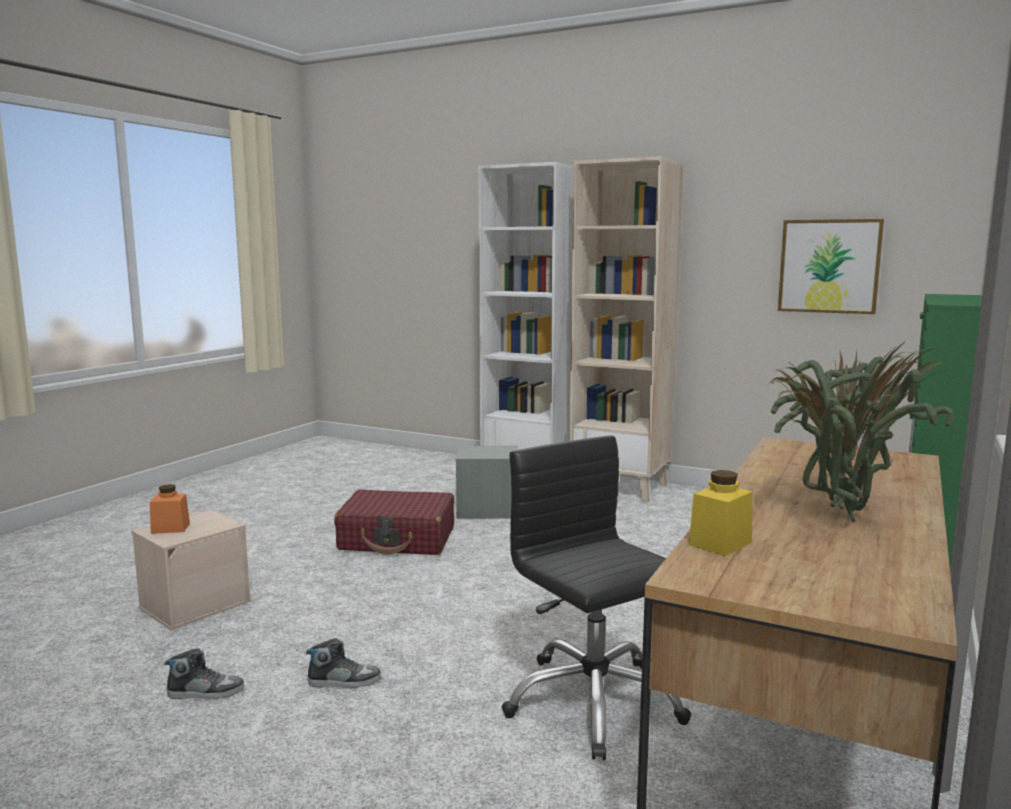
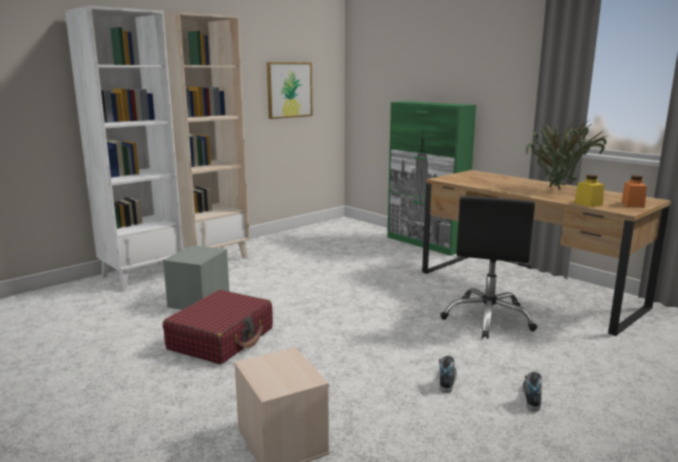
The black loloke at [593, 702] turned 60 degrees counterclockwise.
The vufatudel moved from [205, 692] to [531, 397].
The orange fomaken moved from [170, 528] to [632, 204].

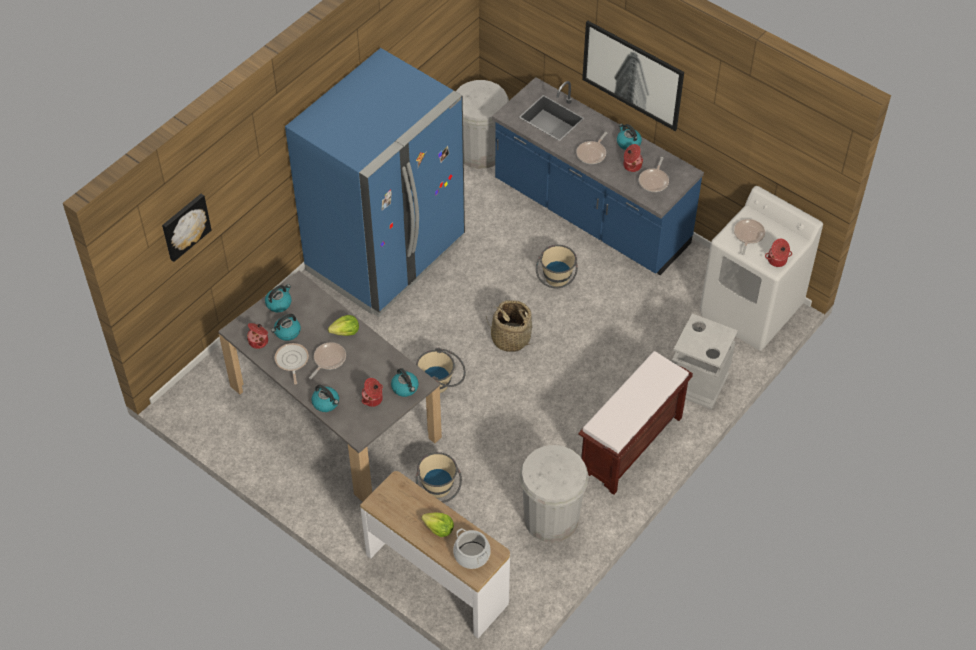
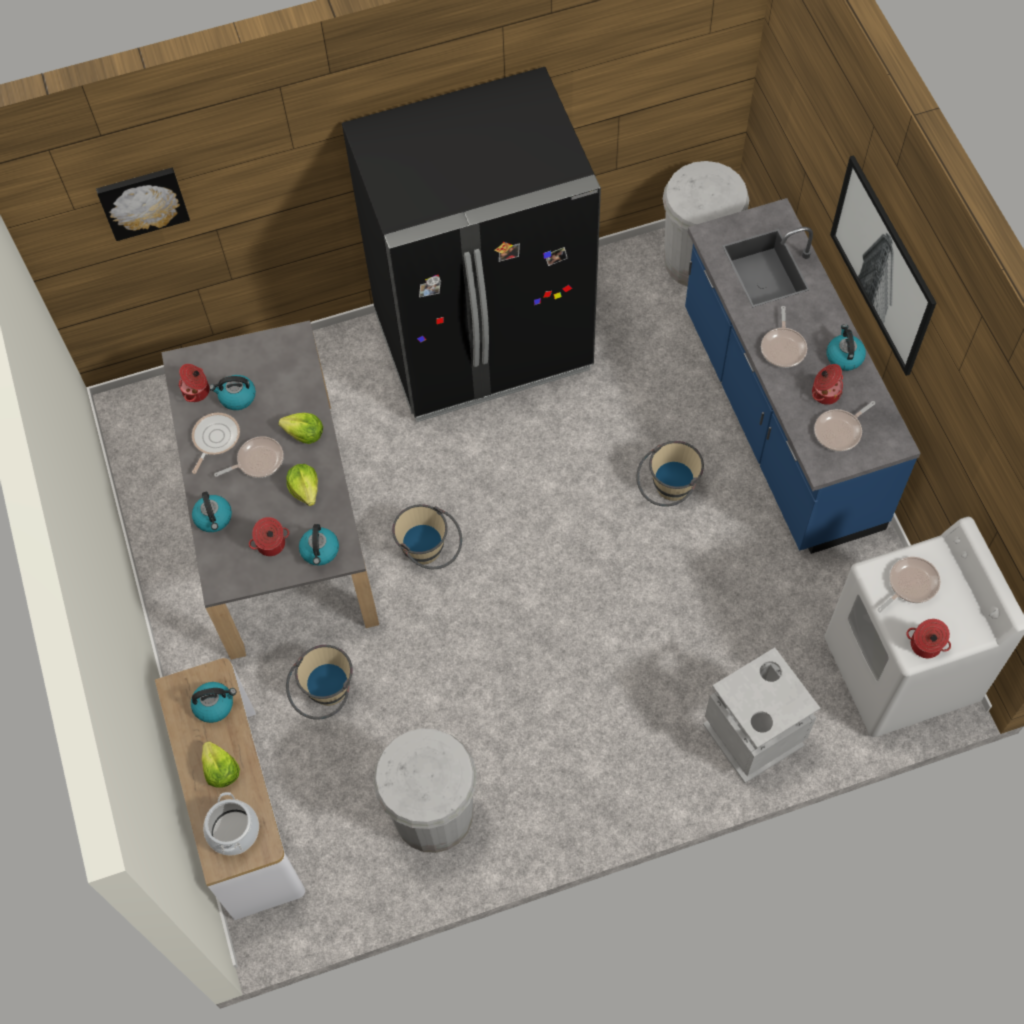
The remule moved from [279, 303] to [214, 705].
The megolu at [305, 489] appeared.
The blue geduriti at [386, 255] became the black geduriti at [483, 344].
The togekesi at [592, 153] turned 60 degrees counterclockwise.
The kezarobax at [510, 338] disappeared.
The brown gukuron at [631, 445] disappeared.

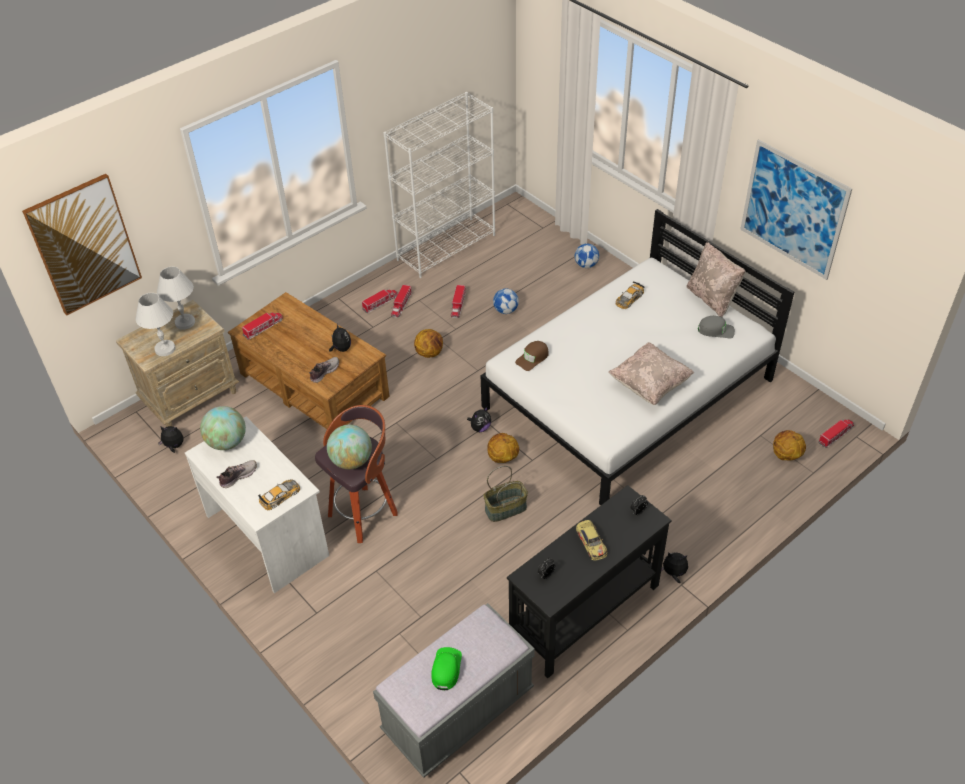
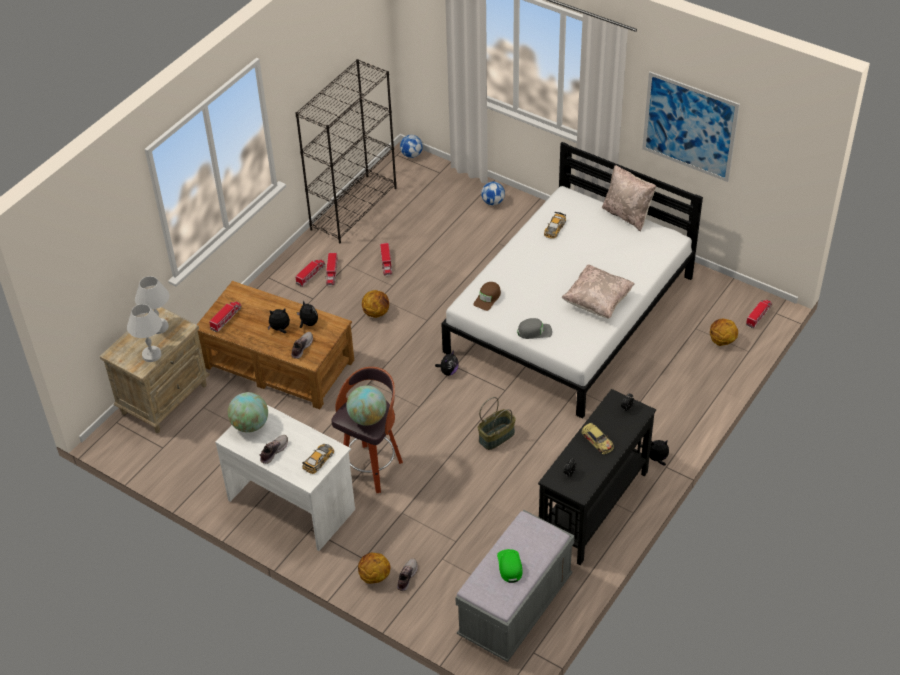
The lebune moved from [174, 446] to [280, 329].
The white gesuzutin at [446, 247] became the black gesuzutin at [354, 208].
The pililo moved from [502, 458] to [374, 577].
The vufatudel at [406, 577] appeared.
The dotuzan moved from [505, 310] to [411, 154].
The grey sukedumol moved from [716, 330] to [534, 331].
The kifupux at [84, 245] disappeared.

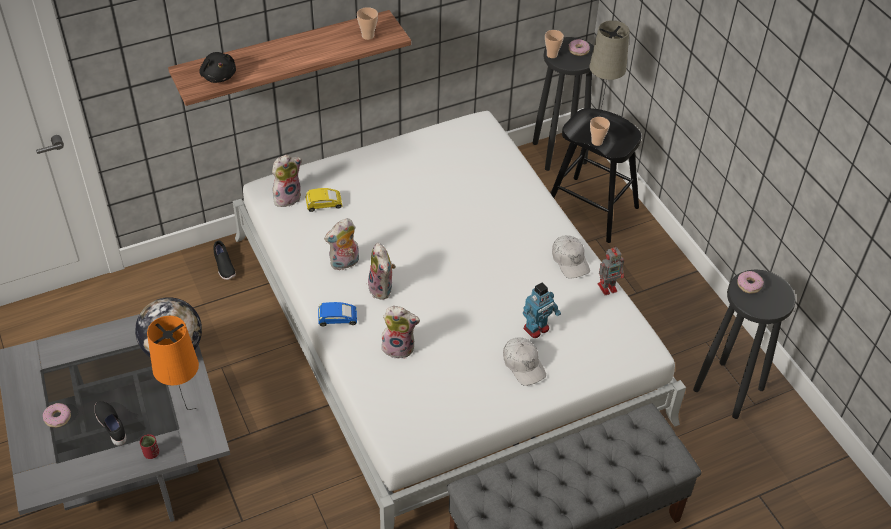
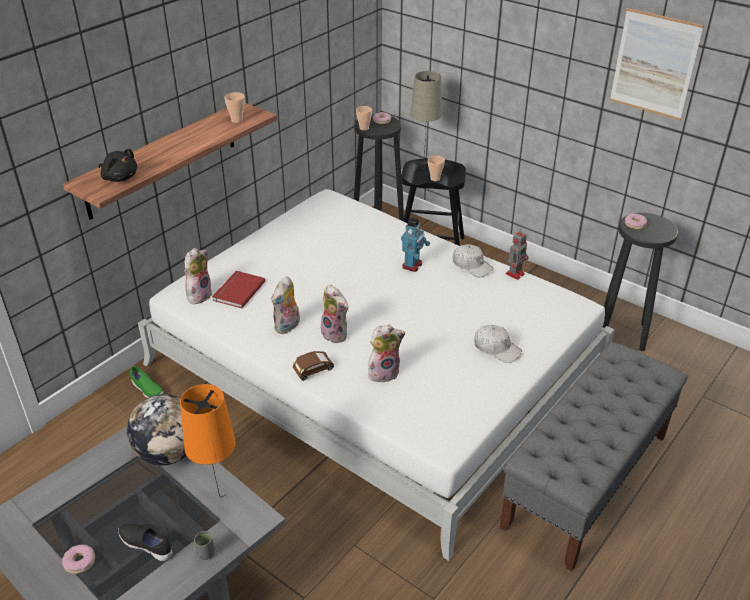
The black vufatudel at [224, 267] became the green vufatudel at [147, 390].
The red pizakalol at [151, 453] became the grey pizakalol at [206, 553].
The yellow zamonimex at [324, 205] was replaced by the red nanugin at [237, 291].
The blue zamonimex at [337, 320] became the brown zamonimex at [314, 371].
The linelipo moved from [536, 329] to [412, 265].
The kifupux at [654, 64] appeared.

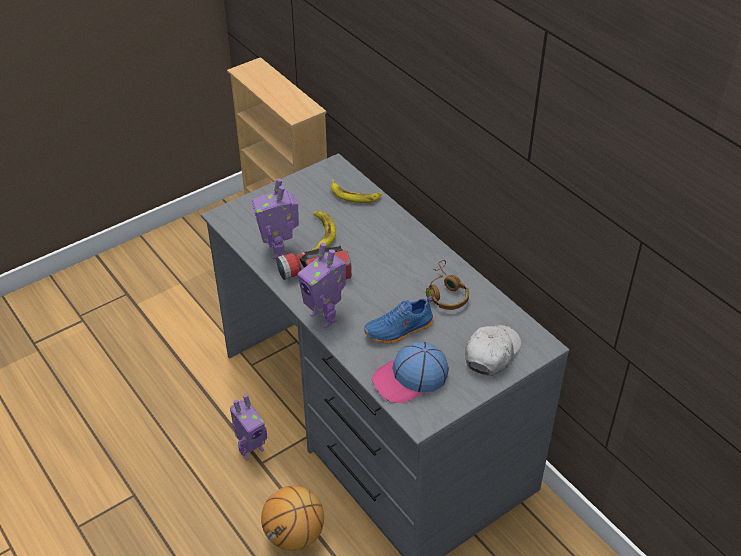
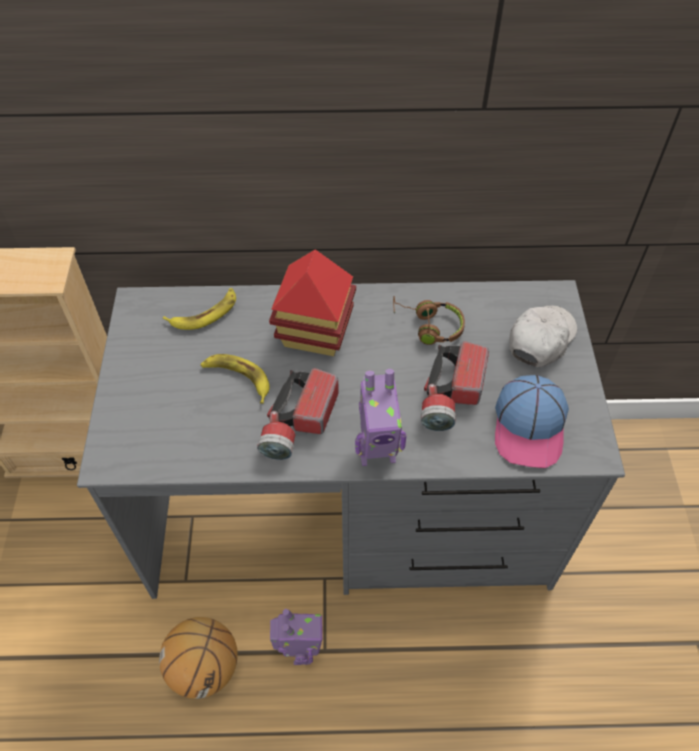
The pililo moved from [294, 535] to [205, 667].
The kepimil at [314, 334] appeared.
The blue vufatudel at [399, 330] was replaced by the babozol at [451, 395].
The white sukedumol at [491, 353] turned 60 degrees clockwise.
The linelipo at [279, 250] disappeared.

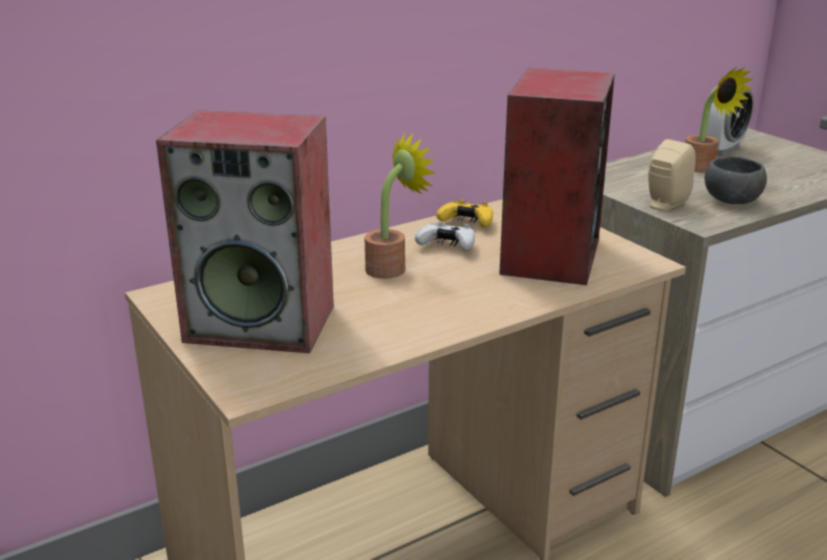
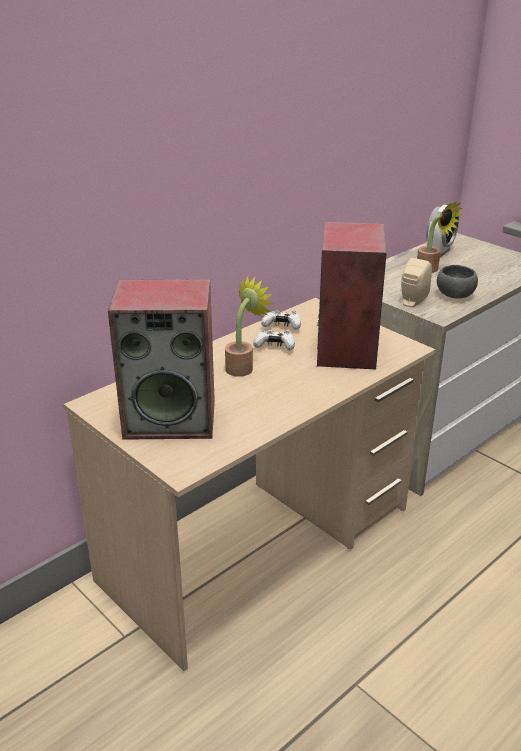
The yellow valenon at [467, 223] became the white valenon at [282, 326].

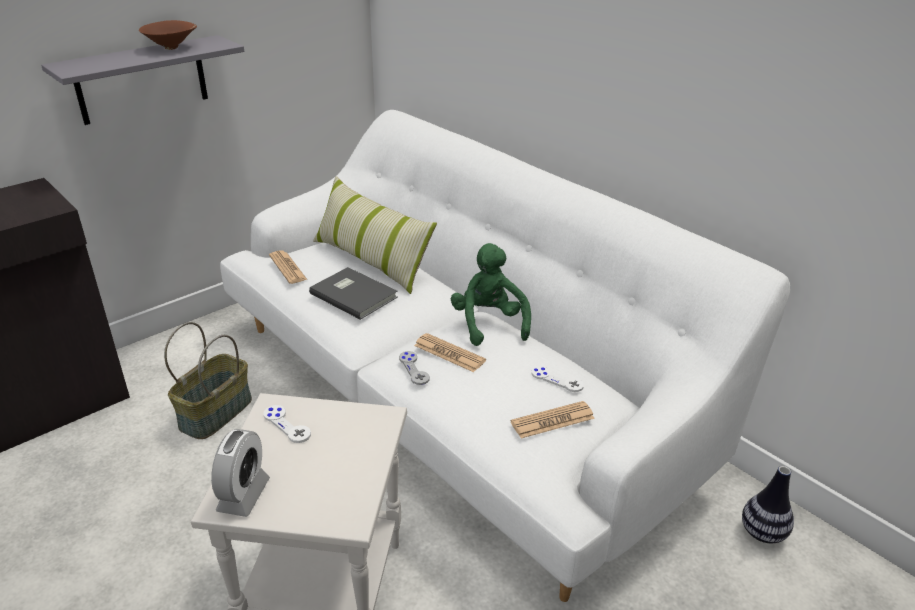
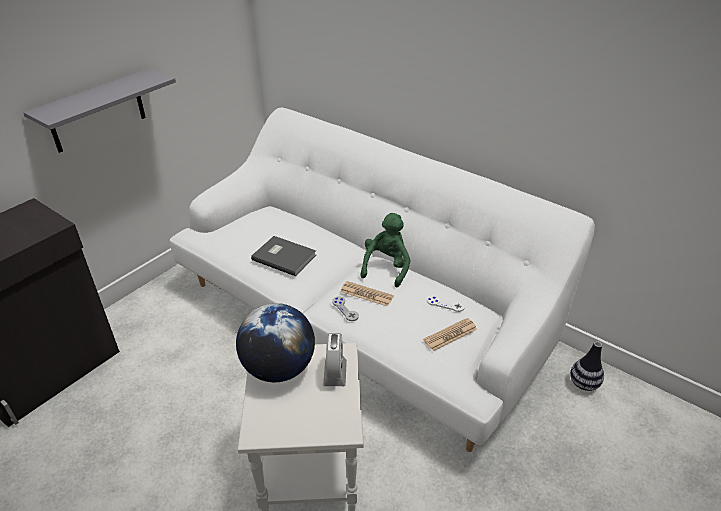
The white valenon at [287, 425] was replaced by the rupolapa at [279, 368].
The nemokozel moved from [243, 495] to [335, 373].
The green lebune at [489, 323] turned 45 degrees clockwise.
The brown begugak at [172, 48] disappeared.
The kezarobax at [215, 412] disappeared.
The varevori at [287, 268] disappeared.
The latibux at [371, 260] disappeared.

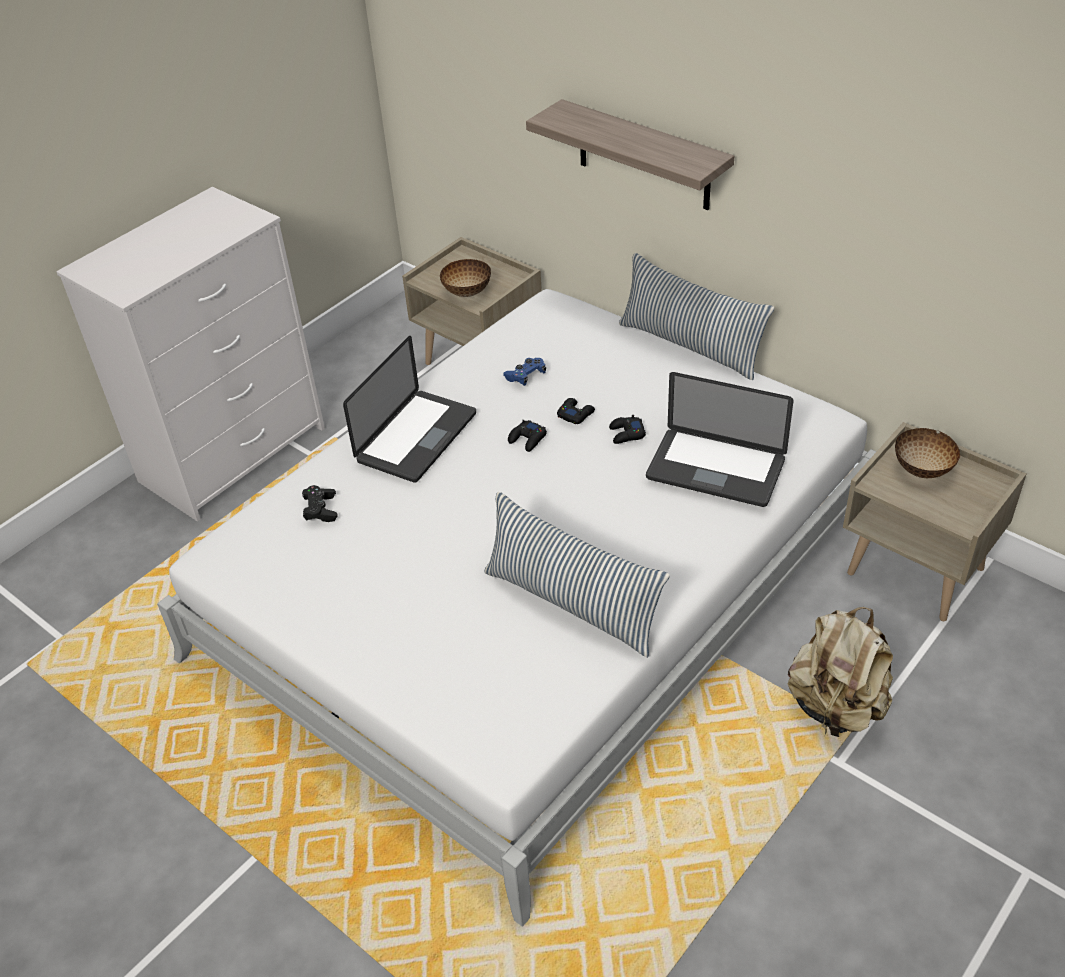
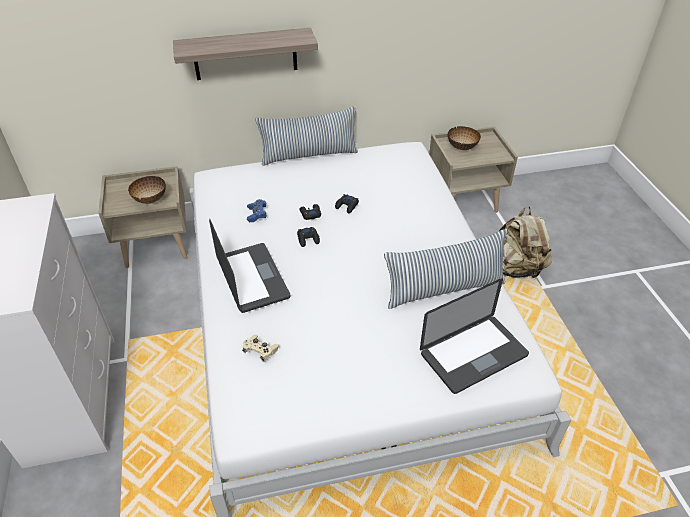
The black valenon at [321, 510] became the beige valenon at [260, 351].
The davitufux moved from [715, 469] to [473, 354].

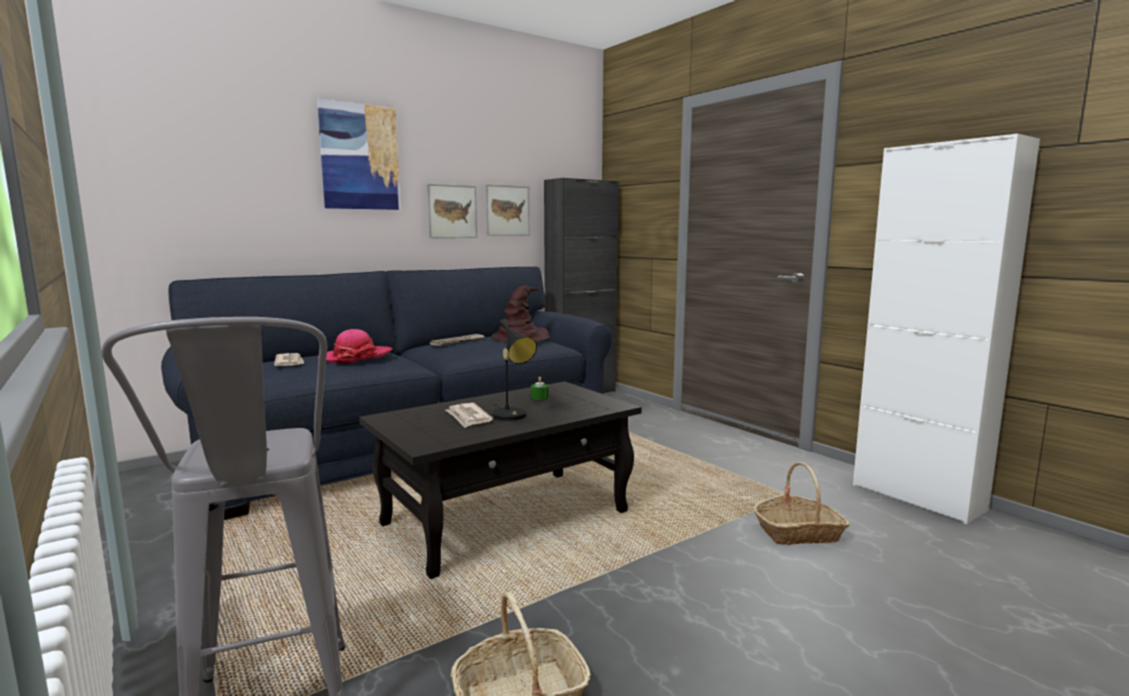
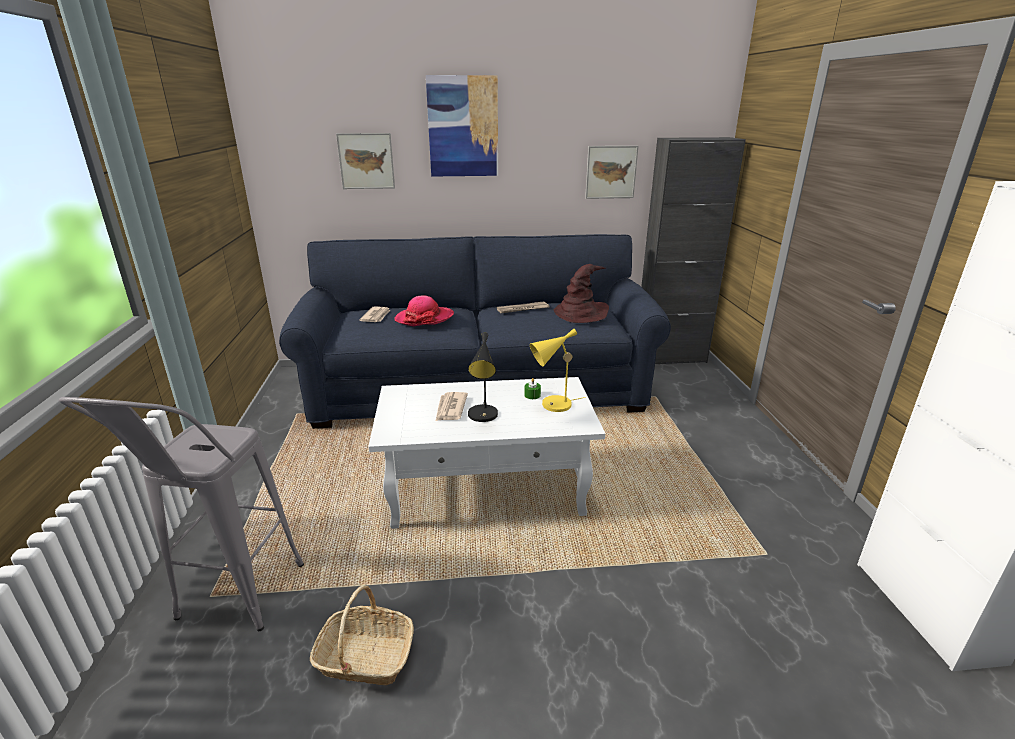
The kifupux moved from [452, 211] to [366, 161].
The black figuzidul at [507, 517] became the white figuzidul at [488, 488].
The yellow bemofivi at [553, 406] appeared.
The kezarobax at [799, 533] disappeared.

